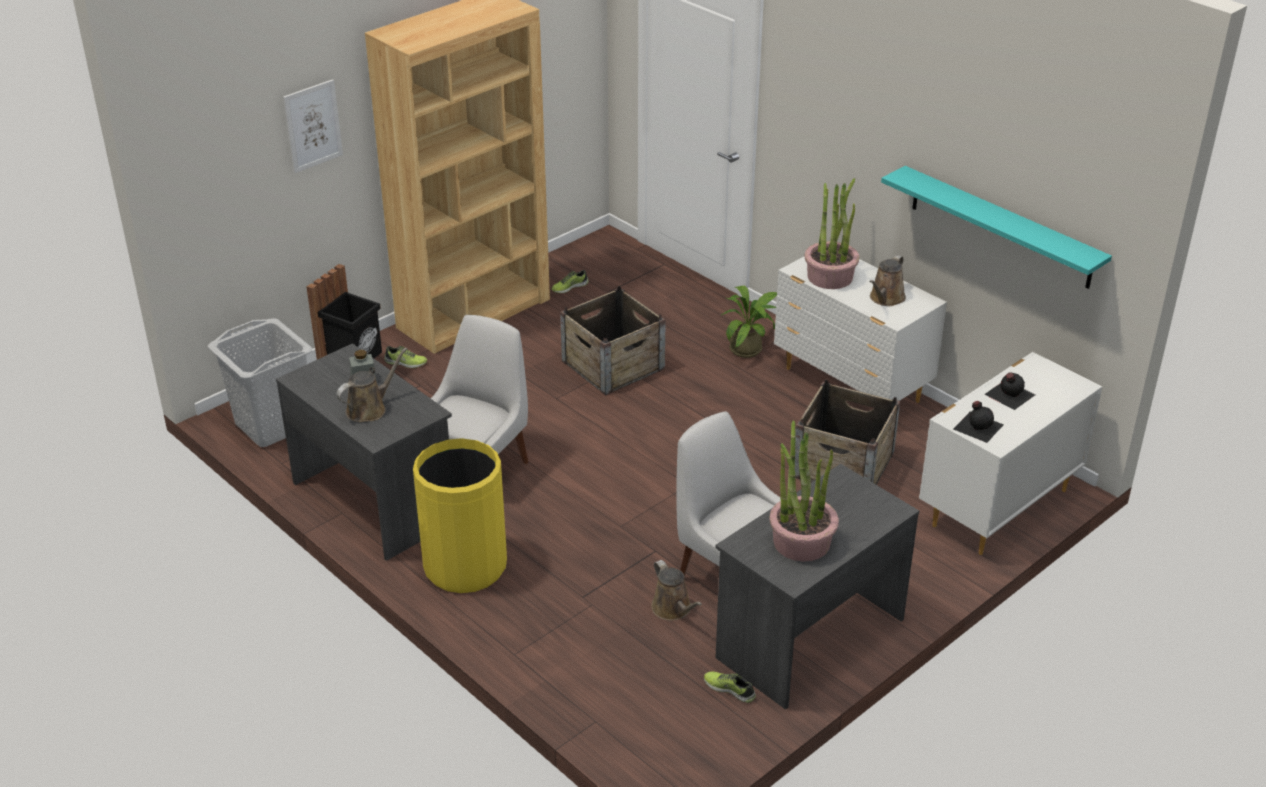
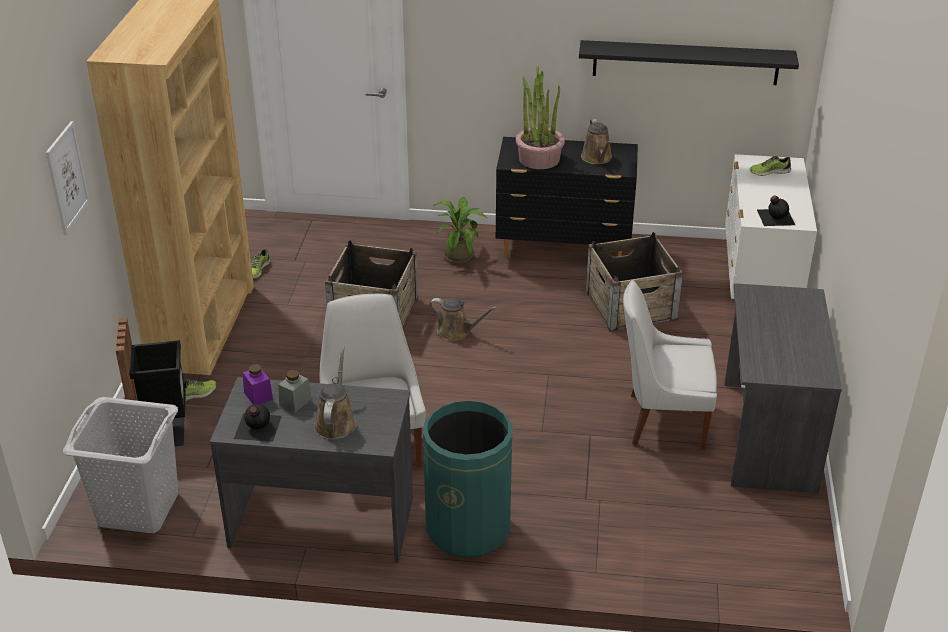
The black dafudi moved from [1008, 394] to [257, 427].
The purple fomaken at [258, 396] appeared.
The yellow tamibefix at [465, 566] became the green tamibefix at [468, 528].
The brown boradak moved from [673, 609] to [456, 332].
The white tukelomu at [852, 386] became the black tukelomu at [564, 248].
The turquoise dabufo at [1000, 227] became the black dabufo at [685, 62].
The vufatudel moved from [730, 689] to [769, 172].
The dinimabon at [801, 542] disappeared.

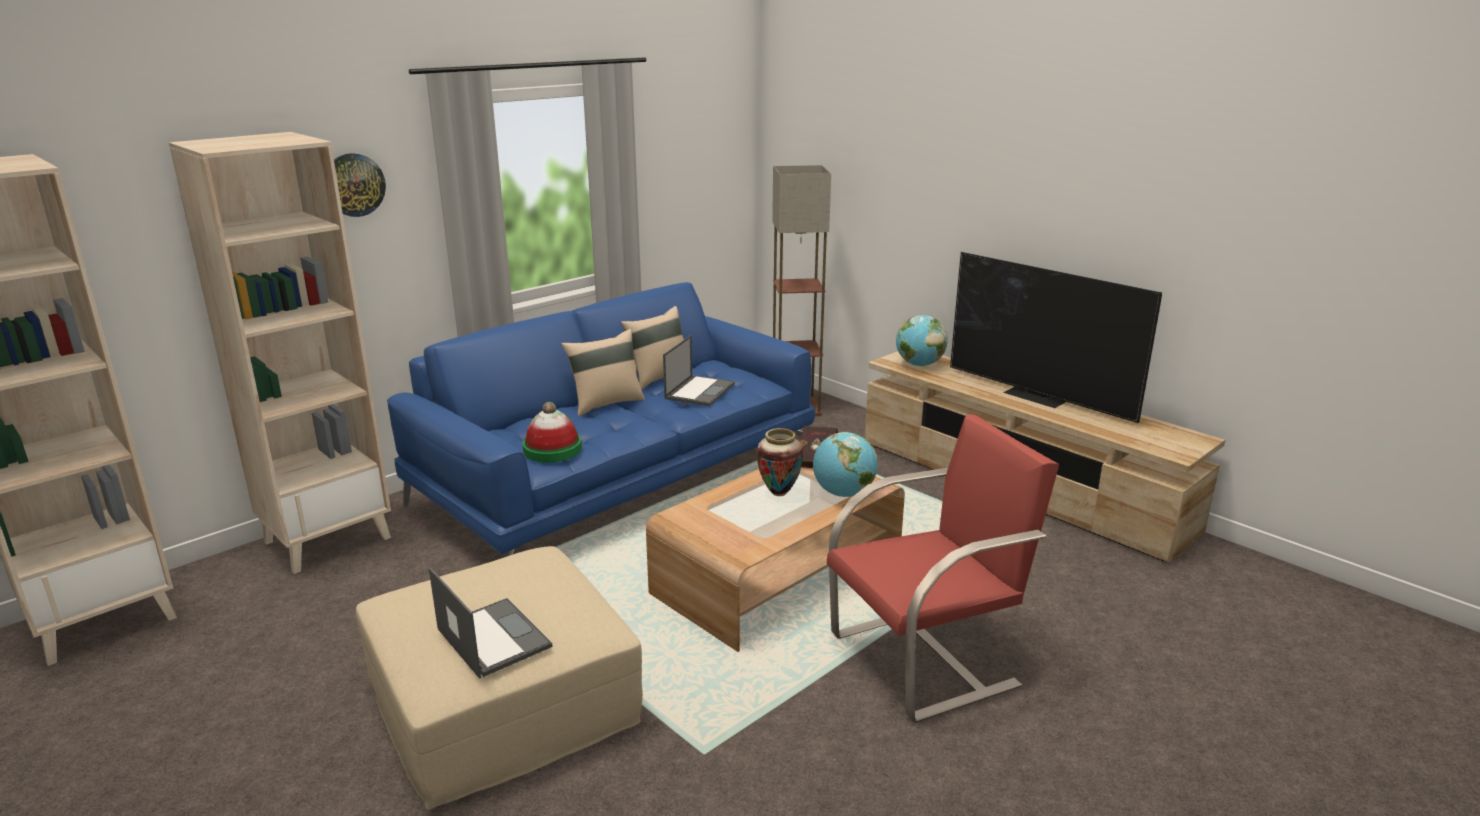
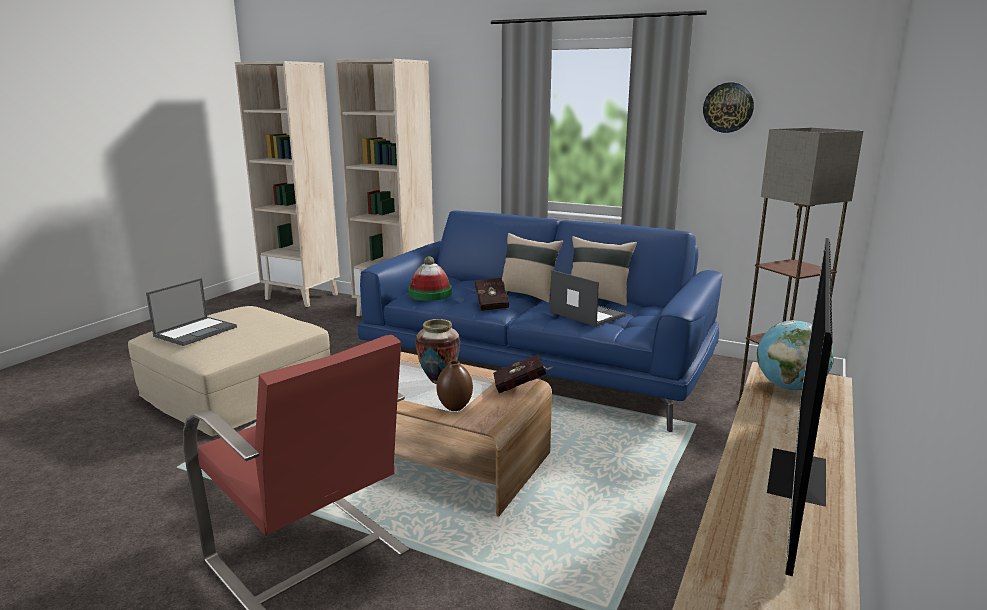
The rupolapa at [843, 493] was replaced by the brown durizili at [454, 407].
The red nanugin at [491, 304] appeared.
The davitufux at [700, 391] turned 135 degrees counterclockwise.
The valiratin moved from [353, 185] to [728, 107].

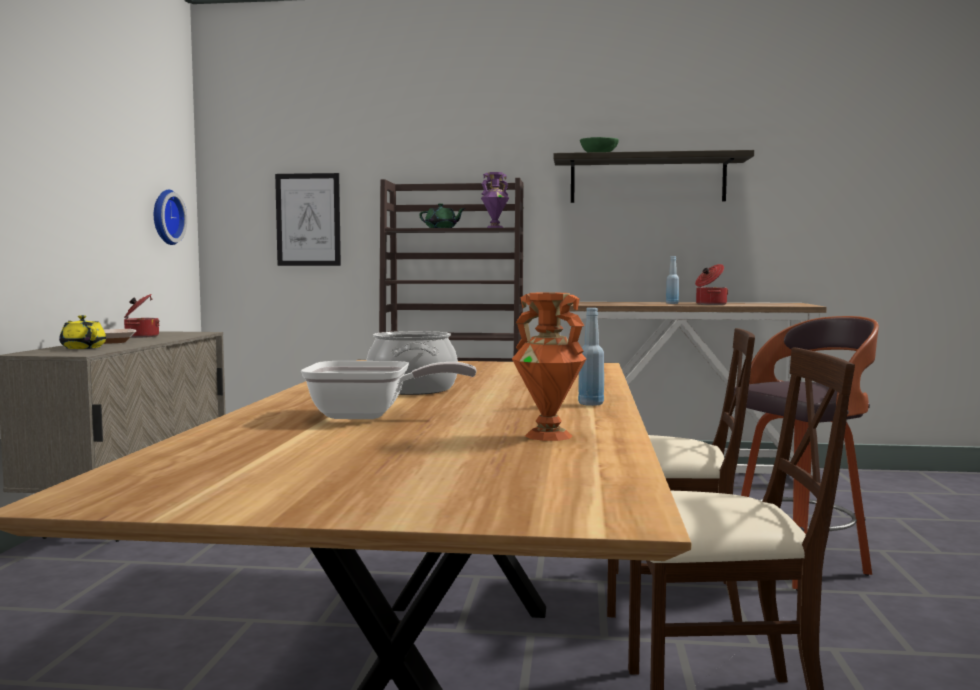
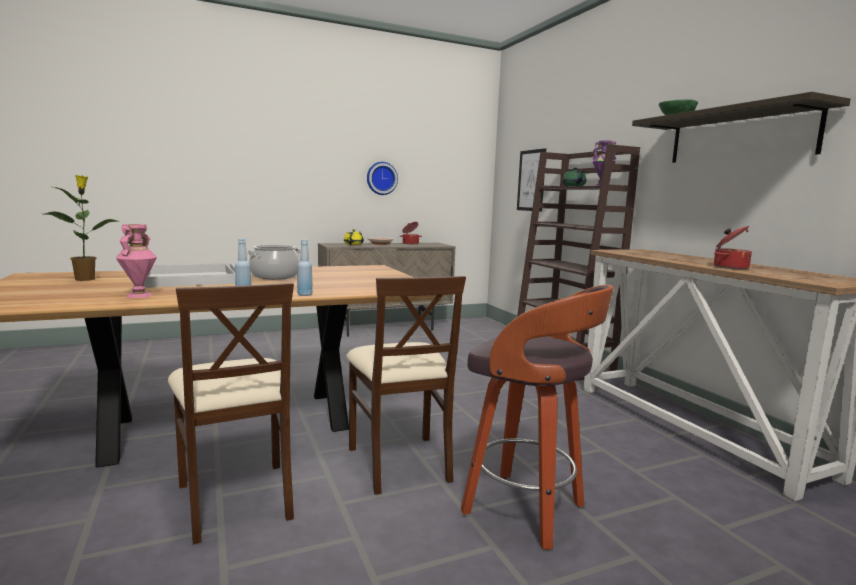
The dinimabon at [86, 279] appeared.
The orange durizili at [549, 435] became the pink durizili at [139, 295].
The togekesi at [370, 416] was replaced by the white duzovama at [189, 278].
The blue dafudi moved from [672, 303] to [304, 295].
The valiratin moved from [165, 217] to [381, 178].

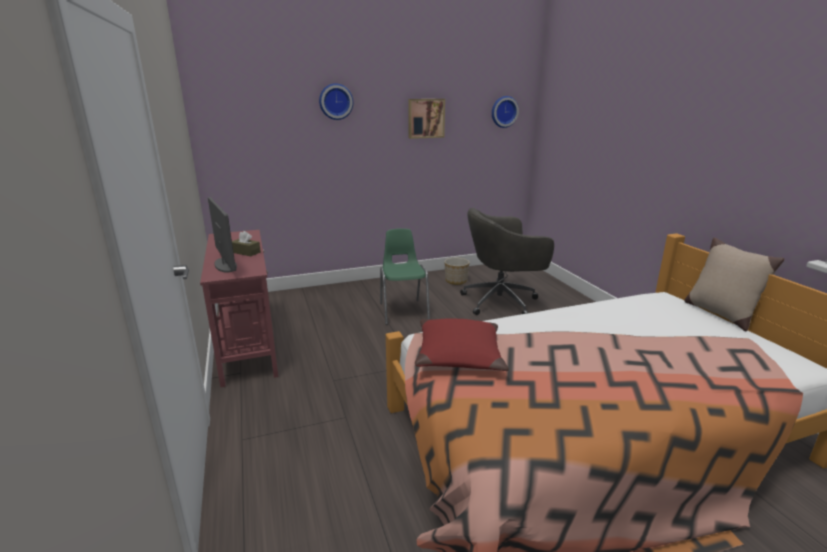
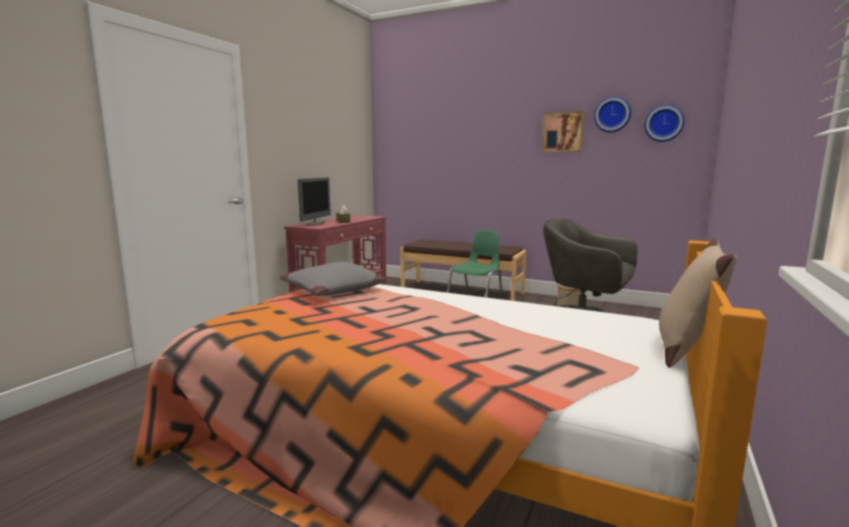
The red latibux at [459, 355] became the grey latibux at [334, 290].
The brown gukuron at [461, 291] appeared.
The valiratin moved from [335, 101] to [612, 114].

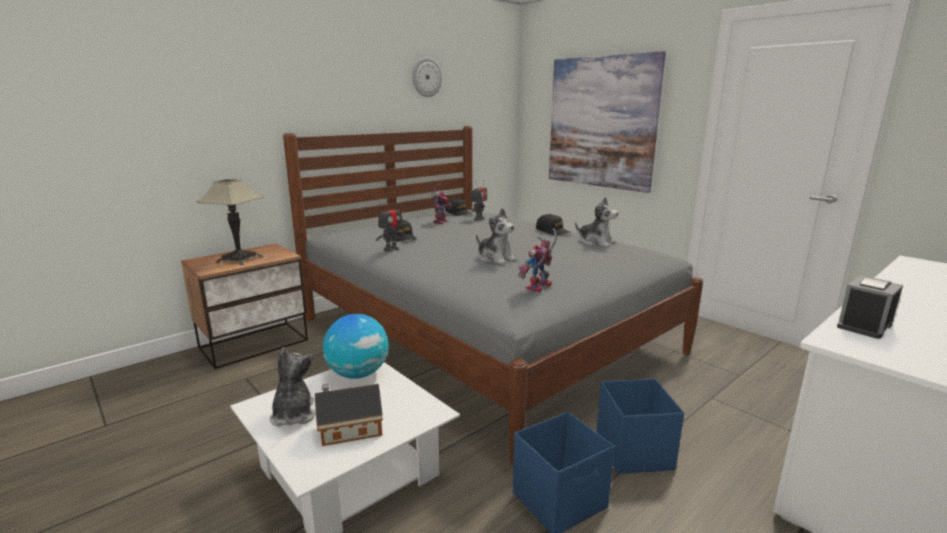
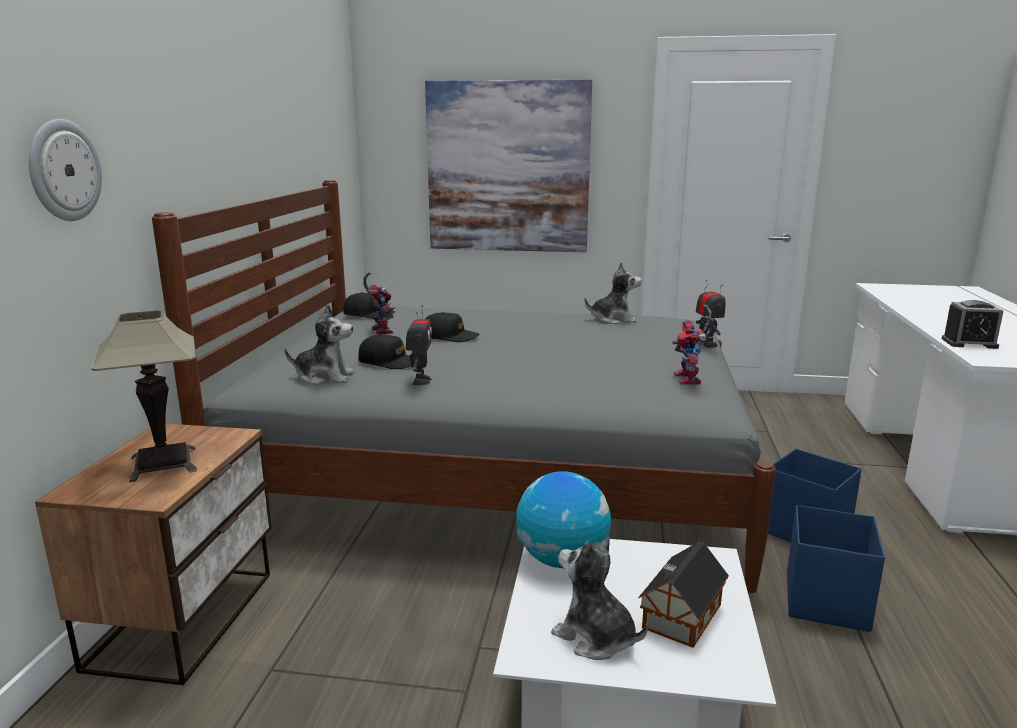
The valiratin moved from [426, 77] to [63, 170].
The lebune moved from [495, 259] to [325, 377].
The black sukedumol moved from [552, 231] to [449, 337].
The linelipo moved from [479, 219] to [707, 344].
The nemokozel at [864, 326] turned 90 degrees counterclockwise.

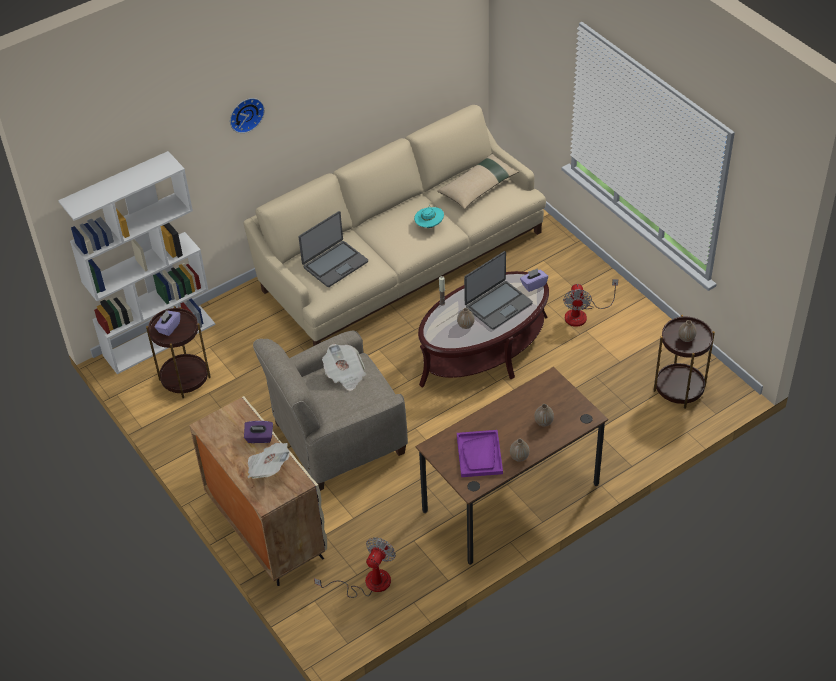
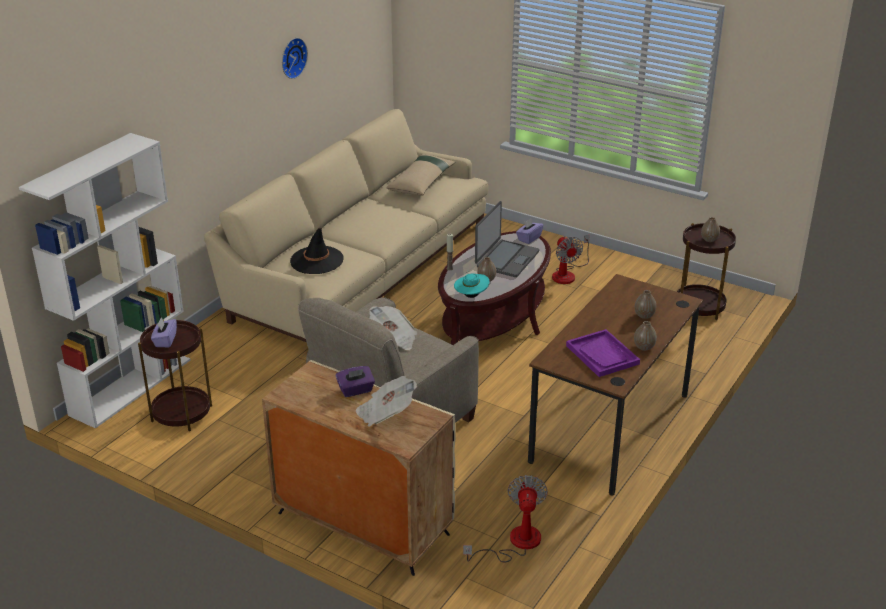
The valiratin moved from [245, 114] to [292, 57].
The davitufux at [335, 264] was replaced by the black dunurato at [316, 260].
The turquoise dunurato moved from [429, 225] to [471, 295].

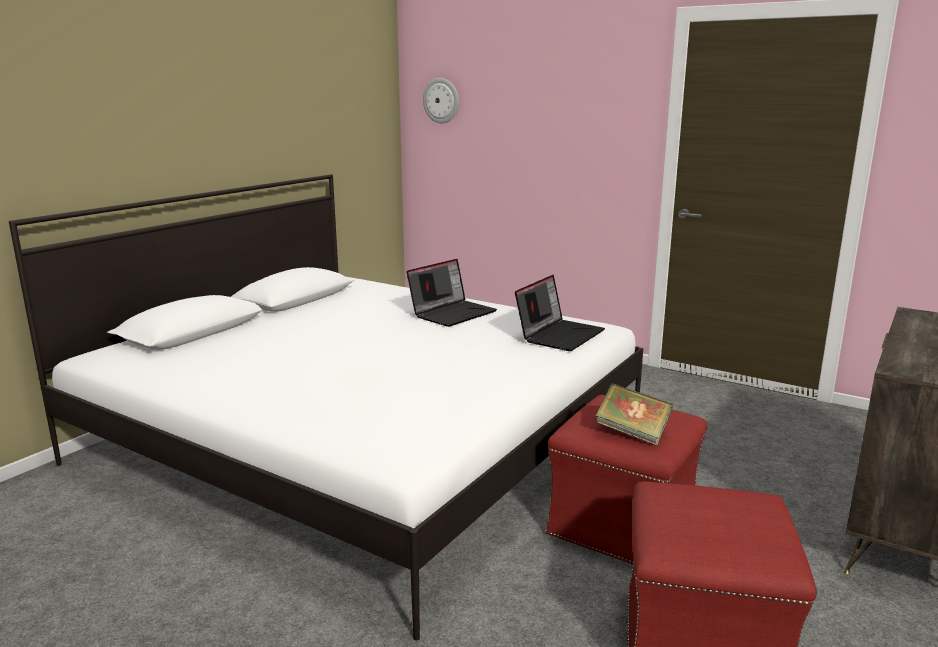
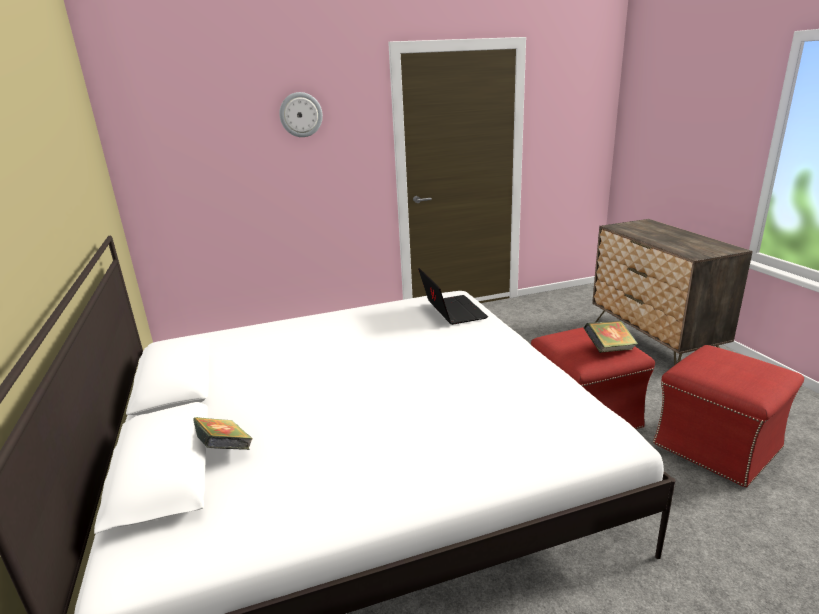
The nanugin at [224, 450] appeared.
The valiratin moved from [441, 100] to [301, 114].
The davitufux at [452, 313] disappeared.

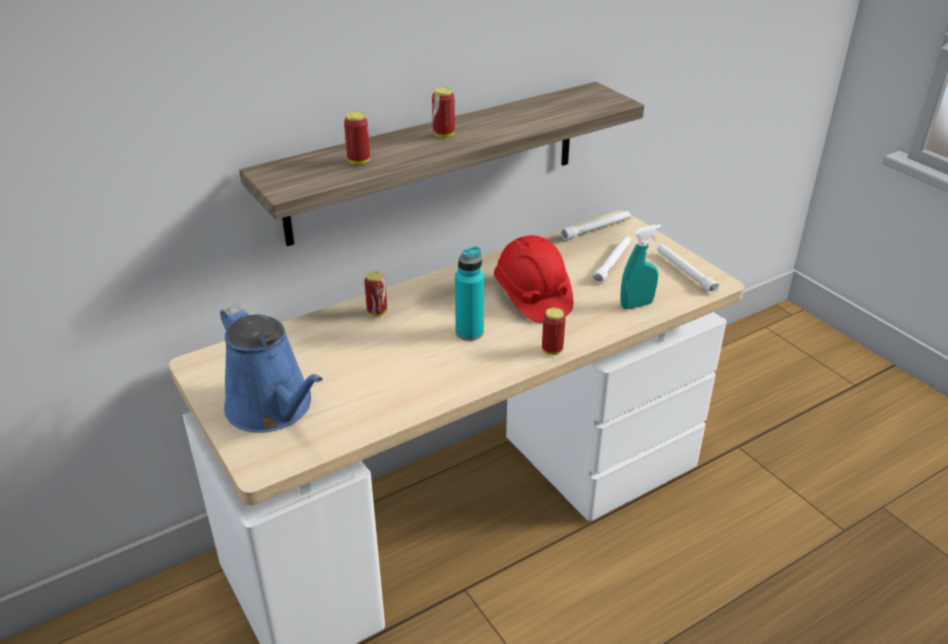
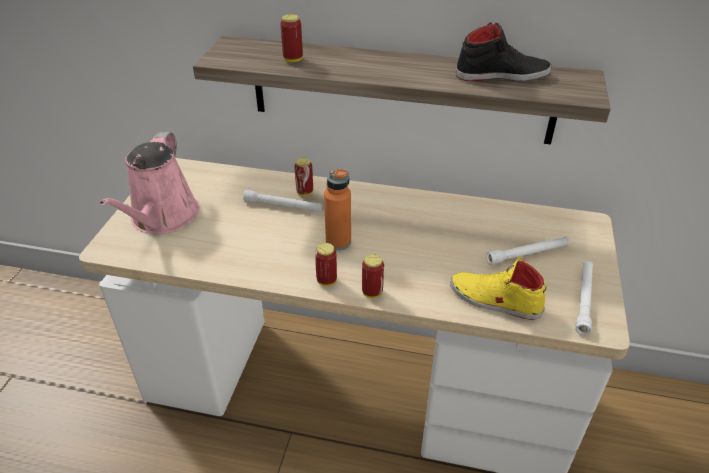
The blue boradak at [273, 408] became the pink boradak at [162, 218].
The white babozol moved from [596, 229] to [283, 206].
The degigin moved from [443, 135] to [326, 281].
The turquoise dafudi at [469, 332] became the orange dafudi at [338, 242].
The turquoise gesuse at [636, 305] was replaced by the yellow vufatudel at [494, 300].
The black vufatudel at [501, 74] appeared.
The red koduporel at [532, 297] disappeared.

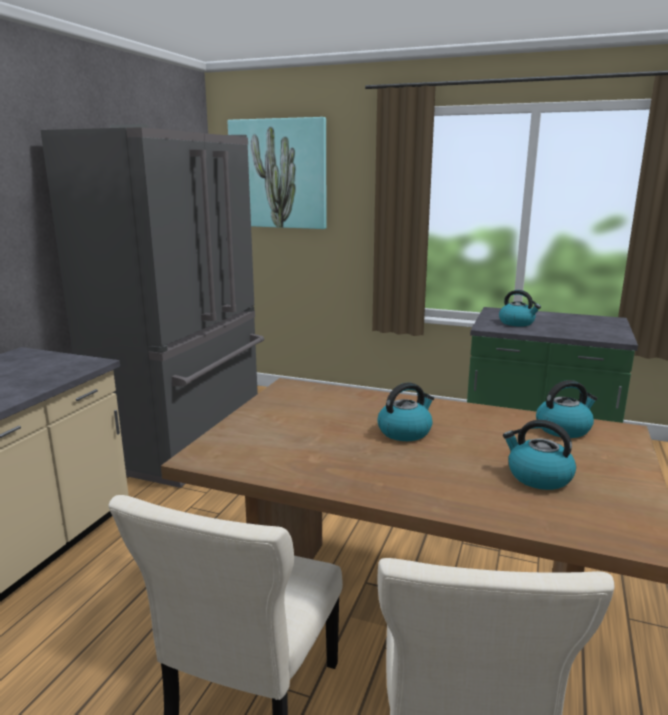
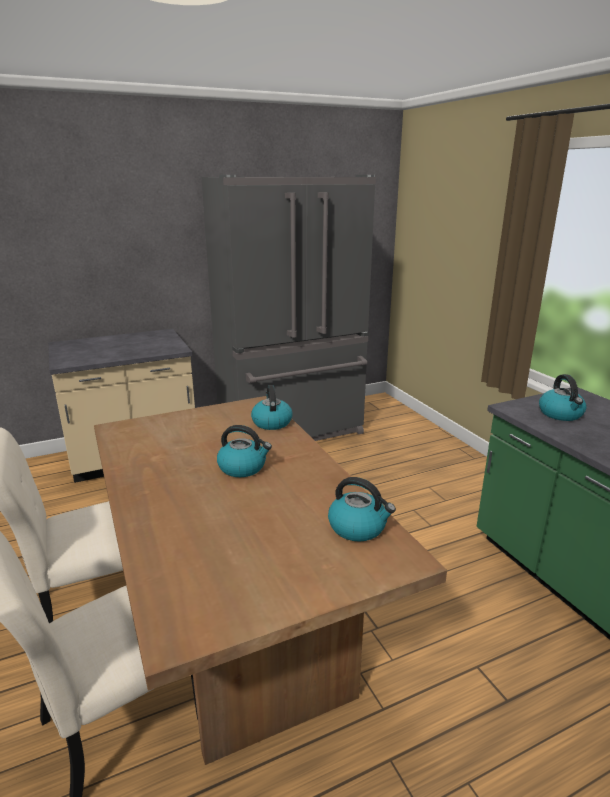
The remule moved from [538, 476] to [271, 422].
The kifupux at [278, 174] disappeared.

